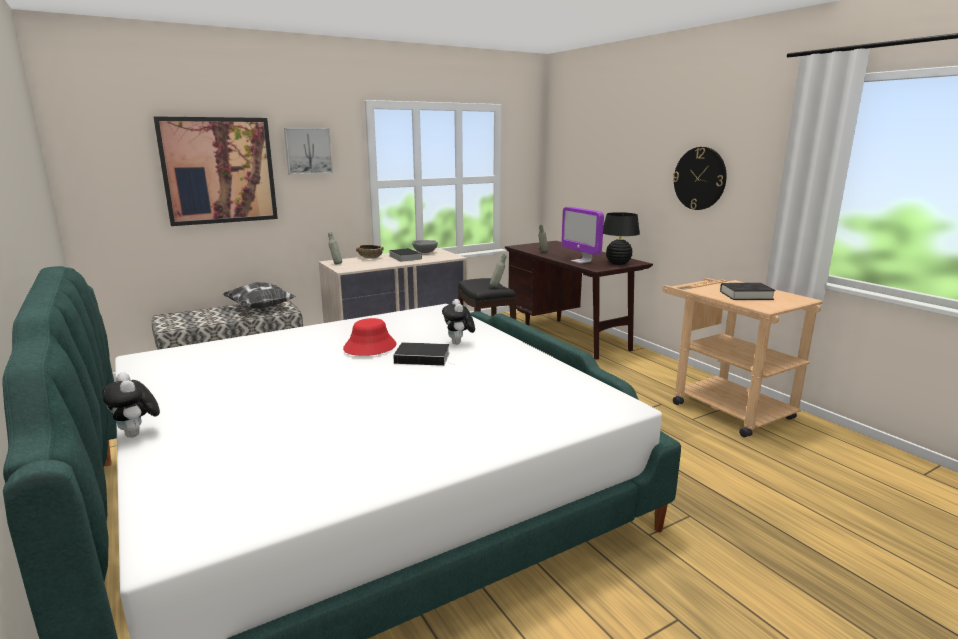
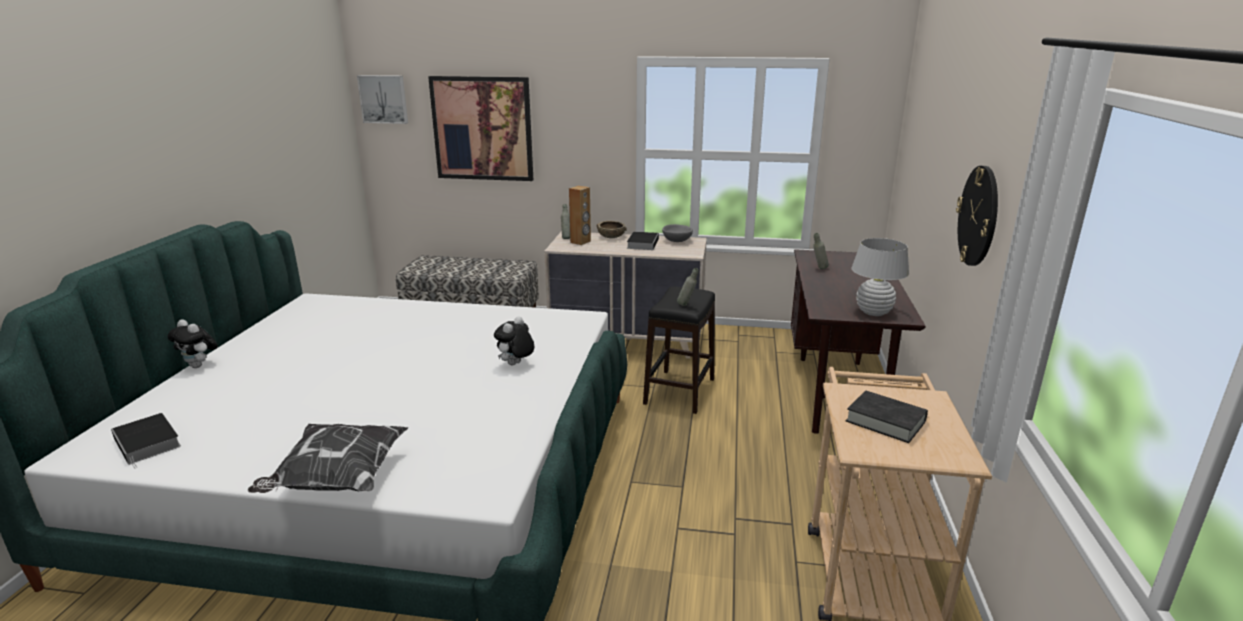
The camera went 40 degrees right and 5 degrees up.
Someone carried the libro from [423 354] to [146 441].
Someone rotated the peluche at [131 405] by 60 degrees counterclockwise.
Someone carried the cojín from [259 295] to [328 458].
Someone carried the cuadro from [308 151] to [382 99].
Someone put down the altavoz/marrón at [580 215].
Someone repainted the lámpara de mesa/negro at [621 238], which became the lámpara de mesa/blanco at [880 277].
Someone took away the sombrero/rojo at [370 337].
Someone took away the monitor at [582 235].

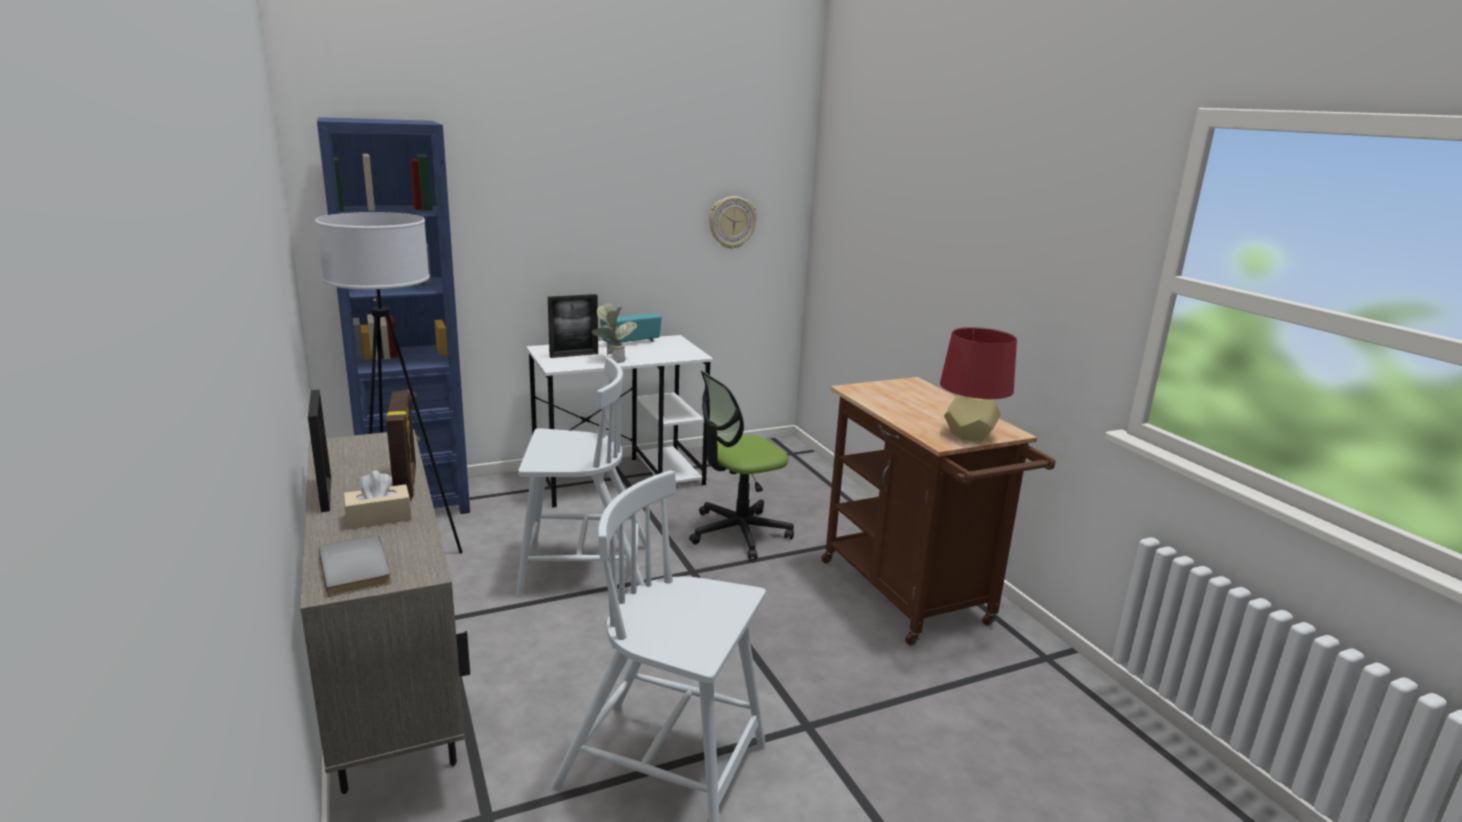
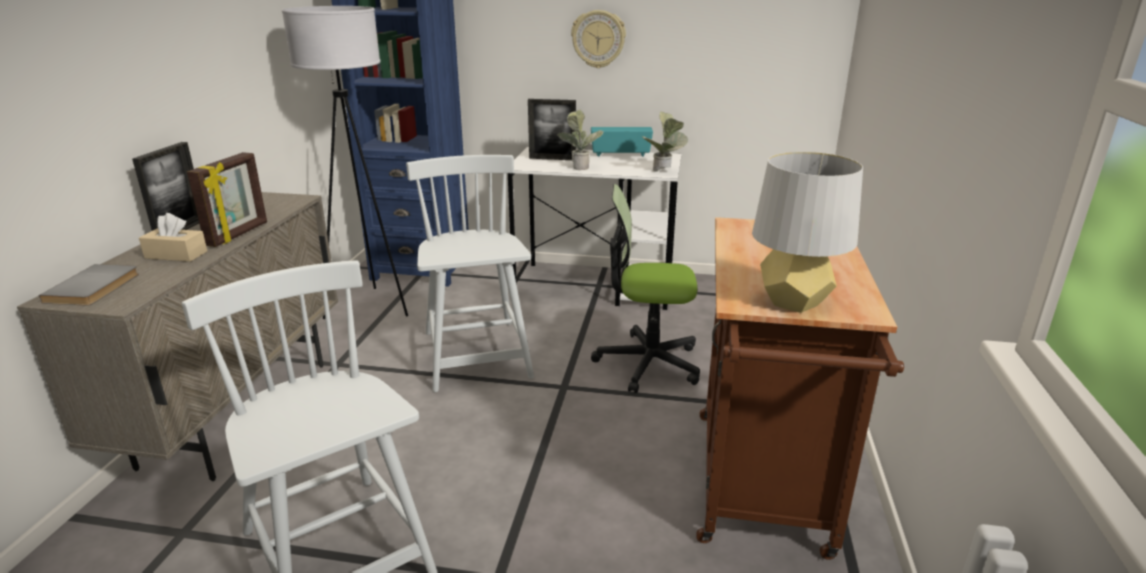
The camera went 35 degrees right and 5 degrees up.
Someone rotated the silla/blanco at [581 477] by 135 degrees counterclockwise.
Someone carried the reloj de pared from [733 222] to [598 39].
Someone put down the planta en maceta at [665 142].
Someone repainted the lámpara de mesa/rojo at [978 384], which became the lámpara de mesa/gris at [807 232].

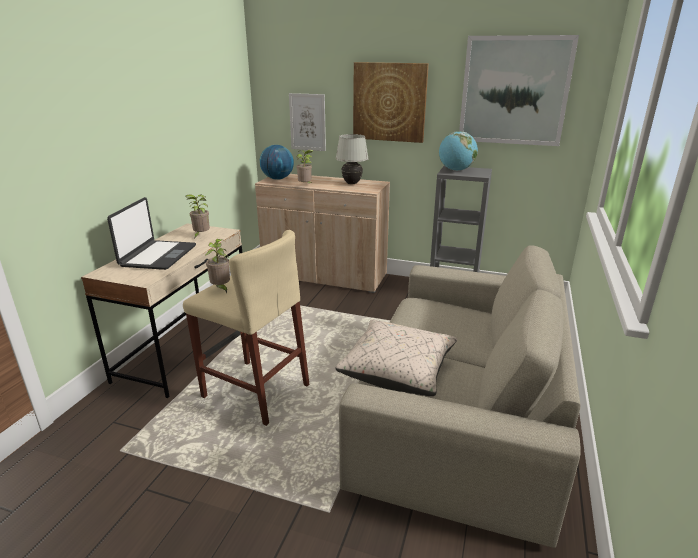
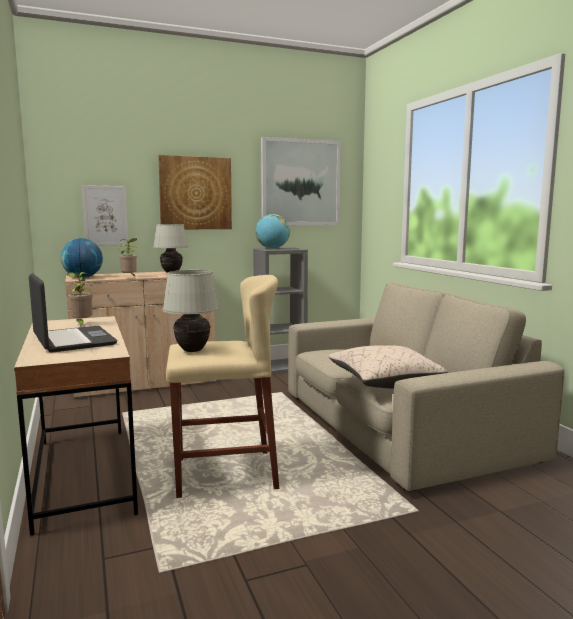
The camera went 40 degrees left and 15 degrees down.
Someone swapped the planta en maceta at [217 266] for the lámpara de mesa/blanco at [191 311].

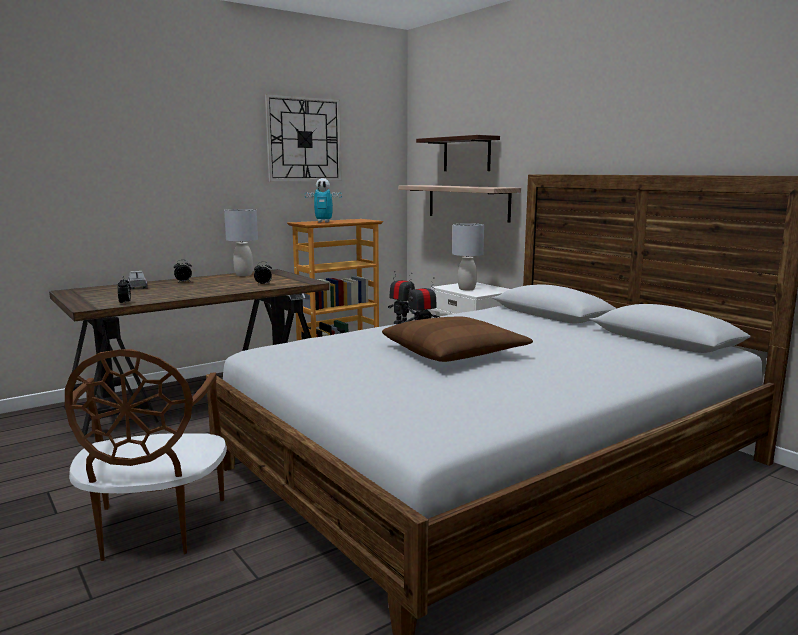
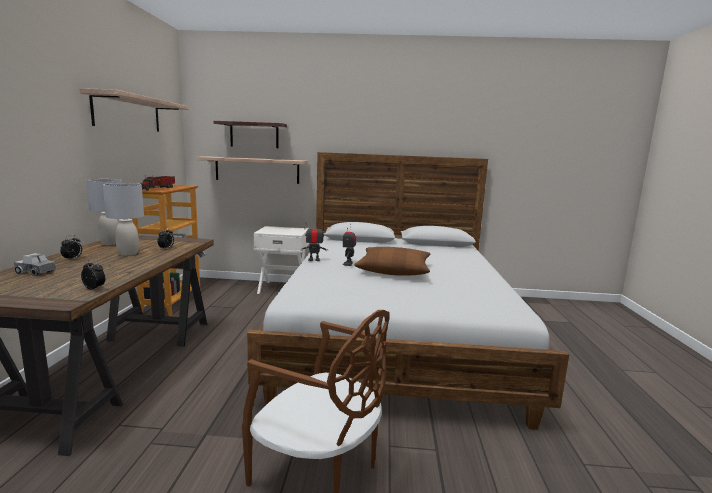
The camera went 50 degrees left and 0 degrees up.
Someone swapped the reloj de pared at [303 137] for the estante at [134 110].
Someone carried the lámpara de mesa/gris from [468 256] to [123 219].
Someone swapped the robot de juguete at [323 200] for the camión de juguete at [157 182].

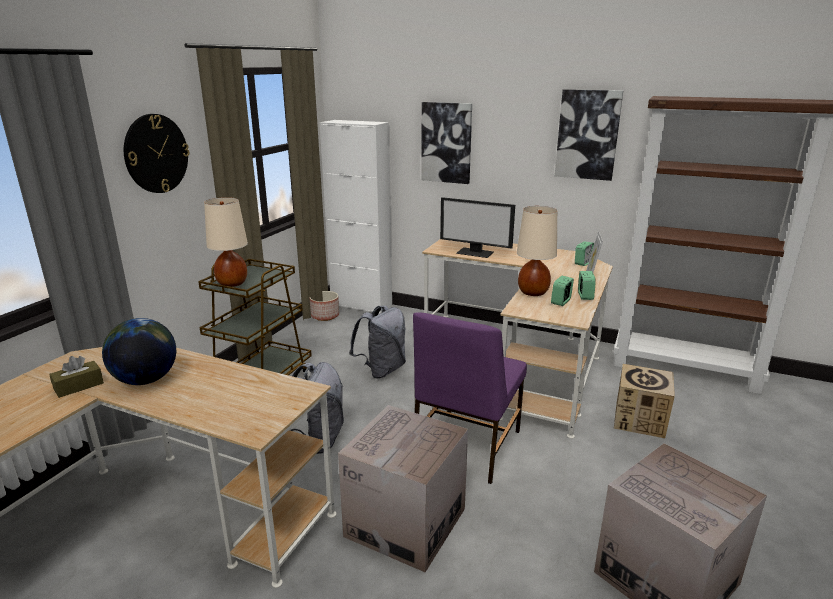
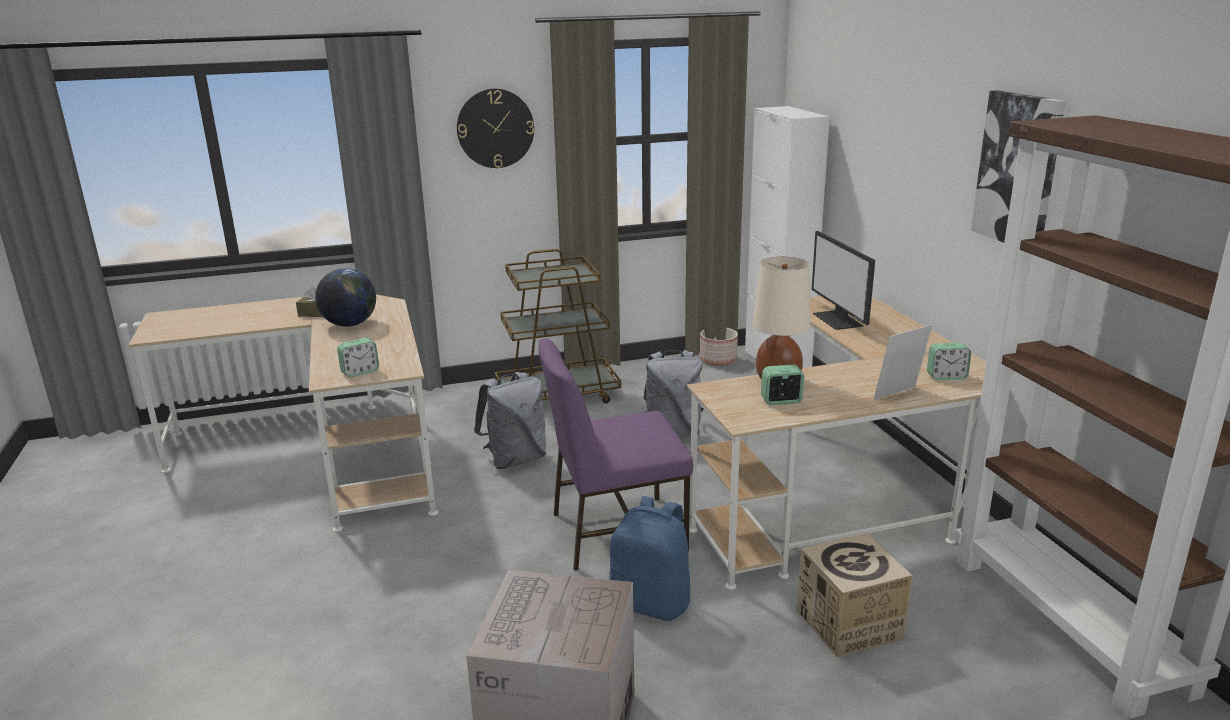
The camera went 50 degrees right and 0 degrees up.
Someone carried the despertador from [587 285] to [358 357].
Someone put down the mochila/azul at [649 558].
Someone took away the lámpara de mesa/beis at [226 242].
Someone took away the caja de cartón at [403 488].
Someone took away the cuadro at [446 143].

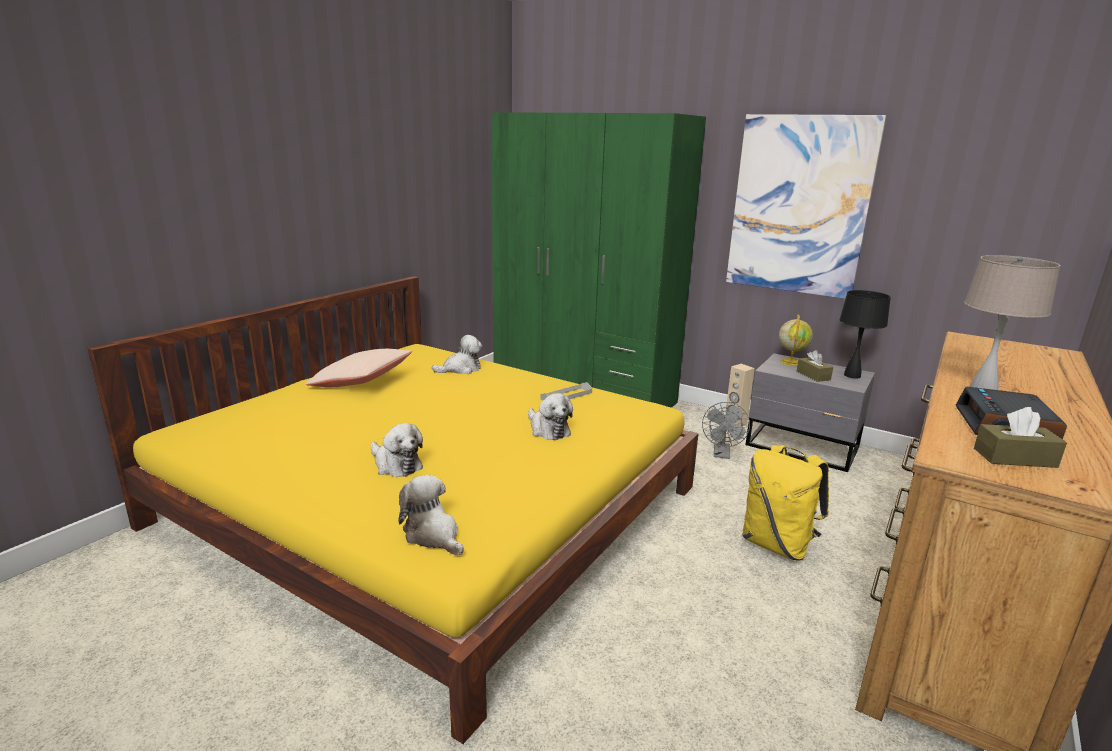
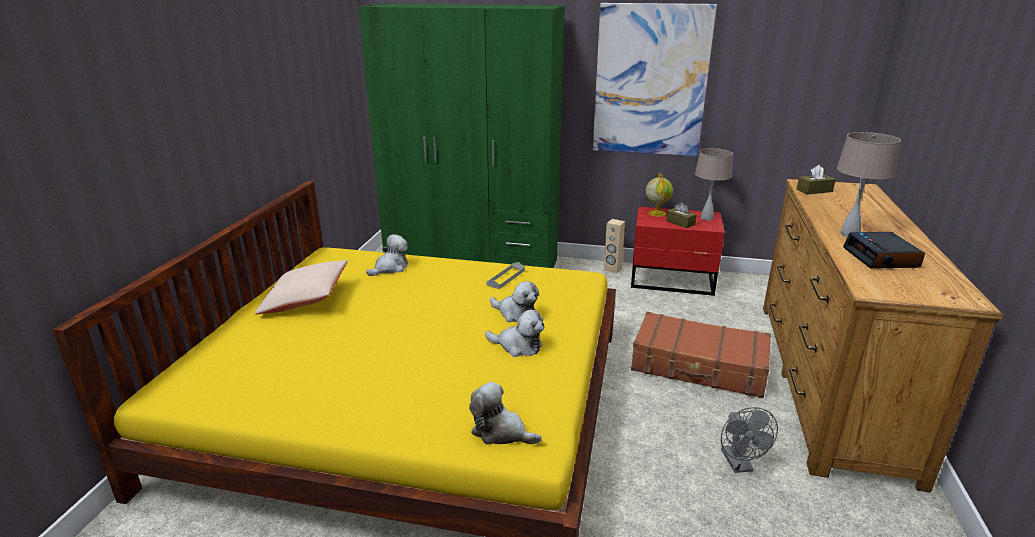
The camera went 20 degrees left and 5 degrees up.
Someone carried the peluche from [397 450] to [514 333].
Someone repainted the mesita de noche/gris at [810 412], which became the mesita de noche/rojo at [678 251].
Someone swapped the mochila/amarillo at [785 502] for the maleta/marrón at [701 355].
Someone repainted the lámpara de mesa/negro at [865 334], which became the lámpara de mesa/beis at [714 184].
Someone carried the ventilador/gris from [726 430] to [749 440].
Someone carried the caja de pañuelos/marrón from [1020 437] to [816 180].

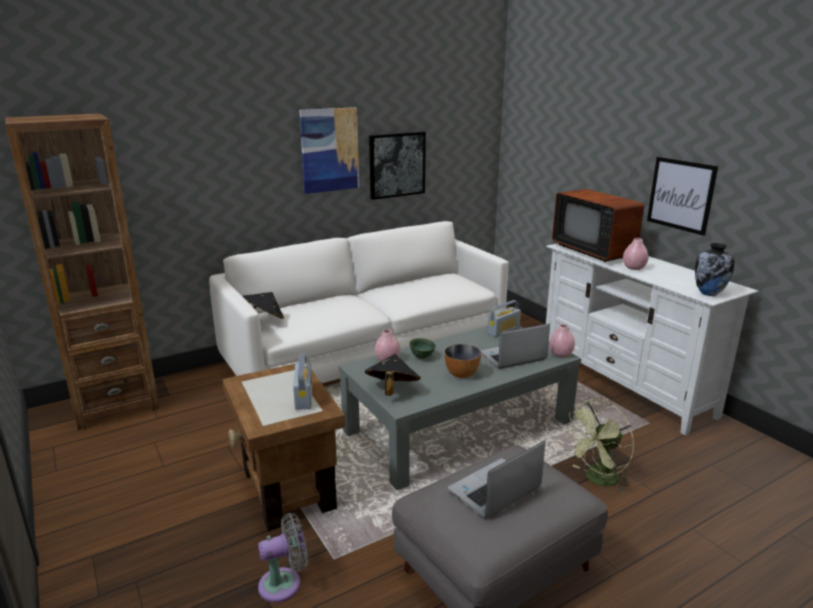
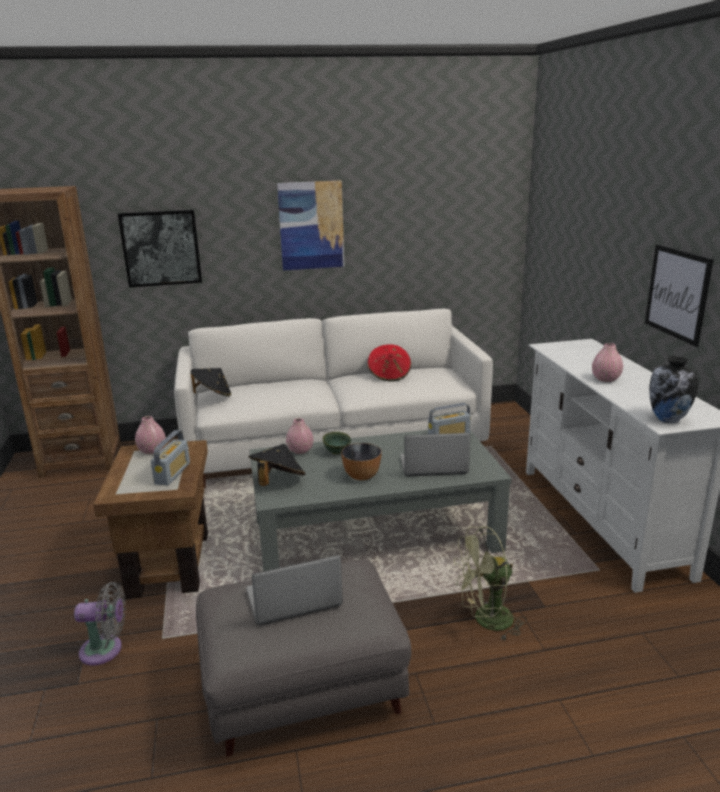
The camera went 20 degrees right and 0 degrees up.
Someone carried the cuadro from [397 166] to [160 248].
Someone carried the florero/rosa from [562 340] to [150 435].
Someone put down the sombrero/rojo at [389 363].
Someone took away the televisor at [598 214].

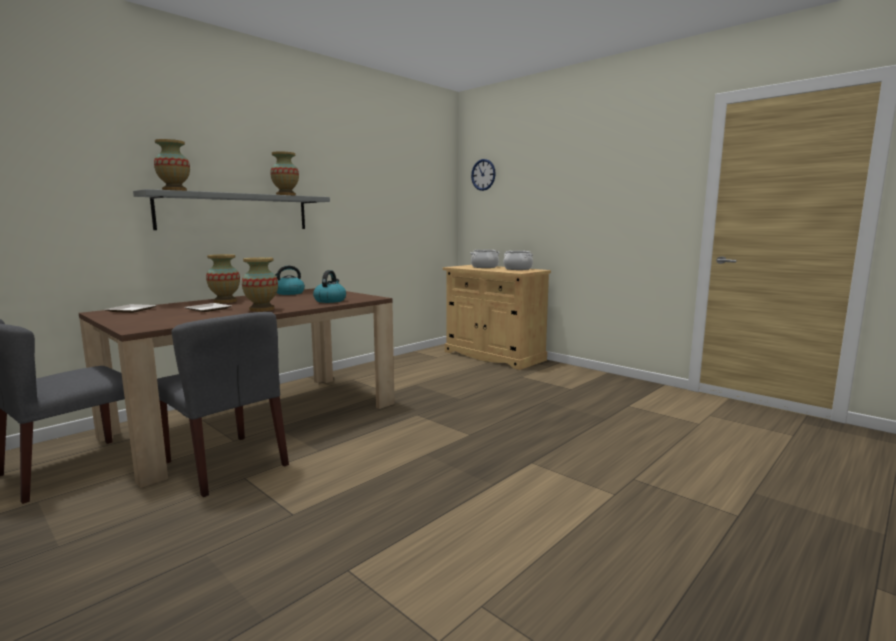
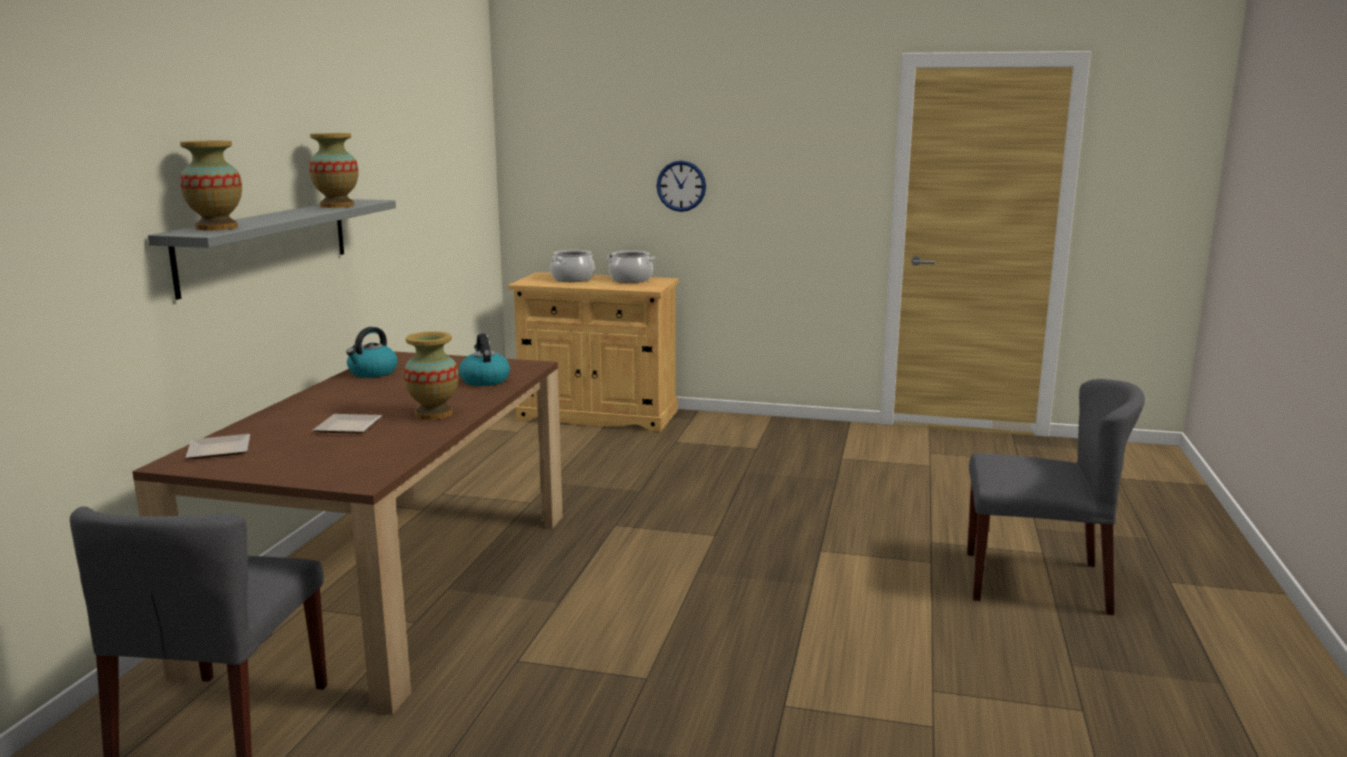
The camera went 30 degrees left and 5 degrees up.
Someone carried the reloj de pared from [483 175] to [681 186].
Someone carried the silla/gris from [223 404] to [1056 497].
Someone took away the florero at [223 278].

